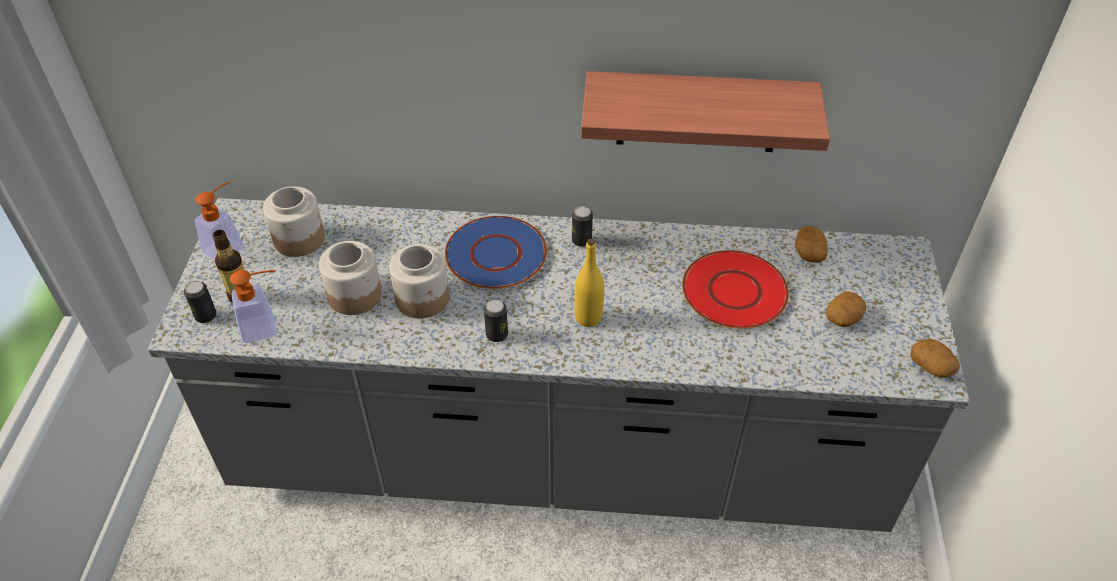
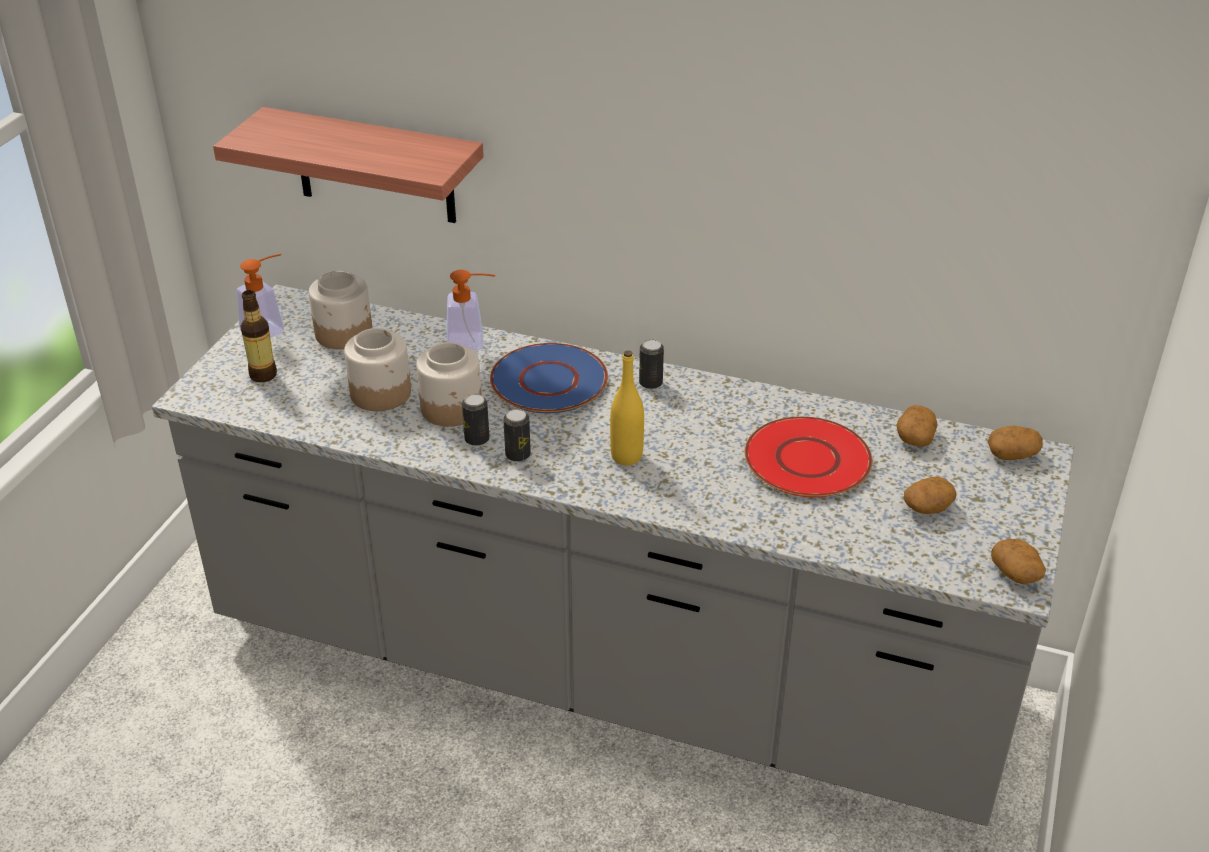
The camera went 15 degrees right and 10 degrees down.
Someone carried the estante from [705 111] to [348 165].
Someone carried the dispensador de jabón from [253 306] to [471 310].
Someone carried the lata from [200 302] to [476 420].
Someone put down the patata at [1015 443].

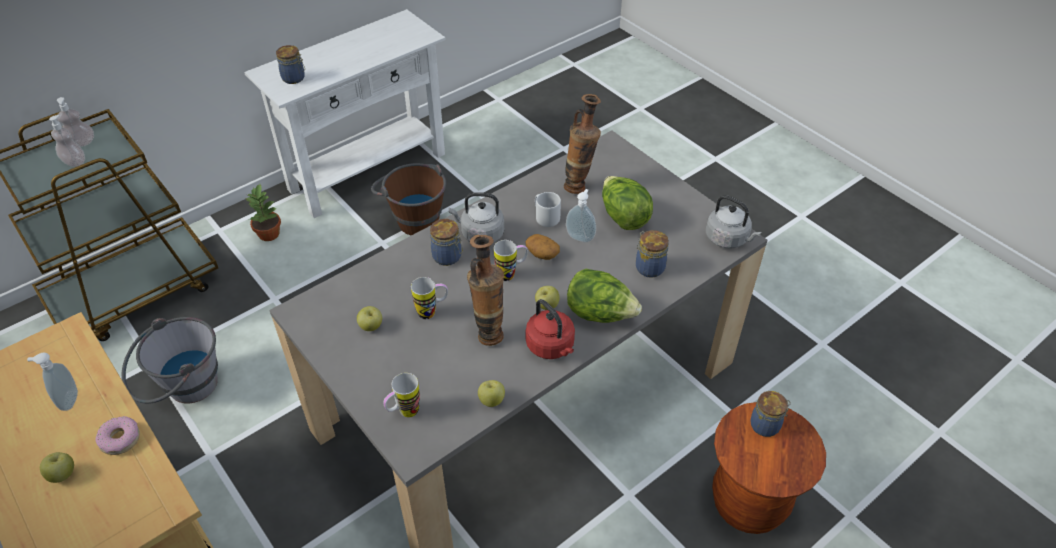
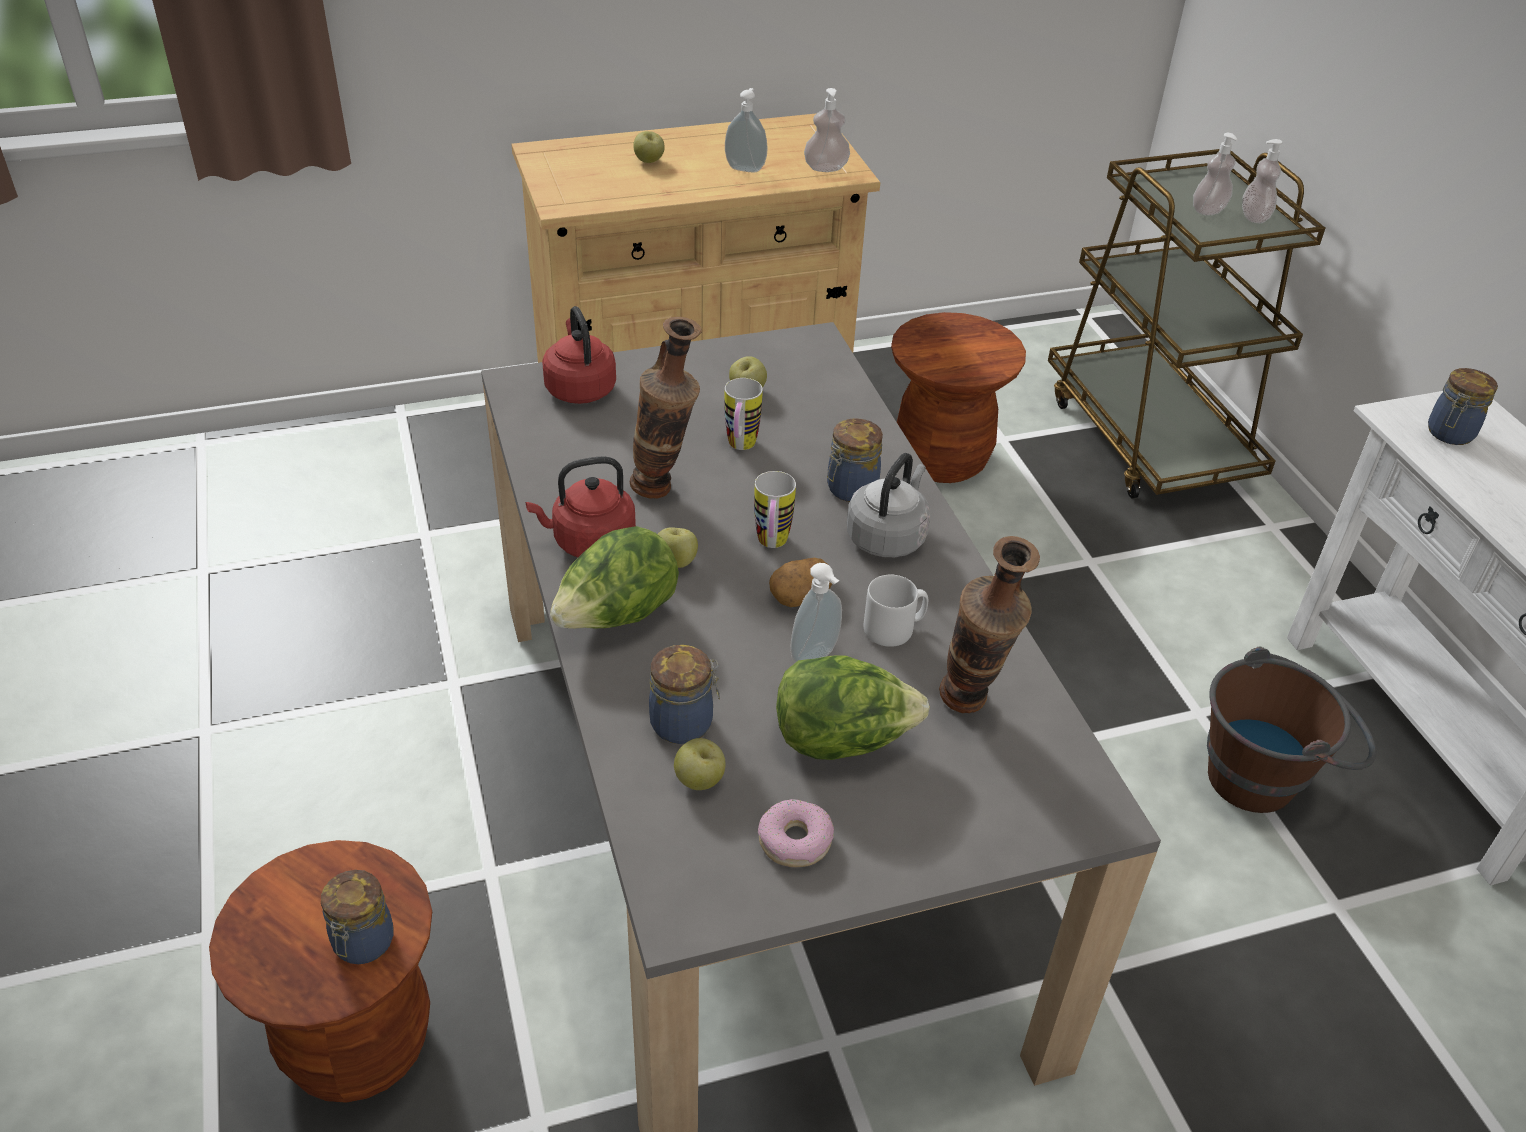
The camera went 110 degrees right and 5 degrees down.
Someone swapped the taza grande at [401 395] for the hervidor/rojo at [579 355].
Someone carried the manzana from [491 393] to [699 764].
Someone carried the rosquilla from [117 435] to [796 833].
Someone put down the dispensador de jabón at [827 130].
Someone swapped the cubo/gris at [169 360] for the taburete/marrón at [958 397].
Someone took away the planta en maceta at [263 212].
Someone took away the hervidor/gris at [733 222].

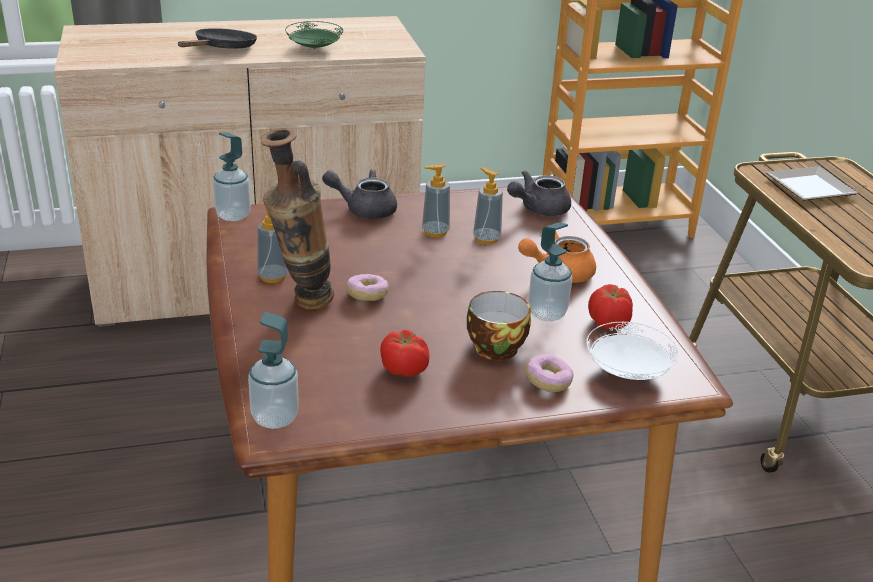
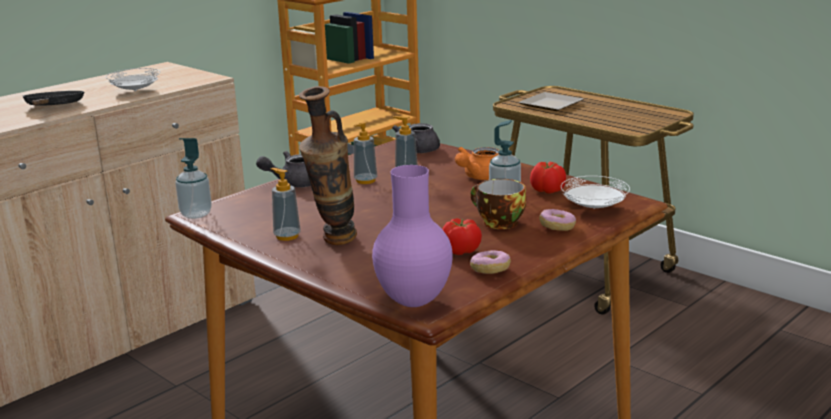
The camera went 30 degrees left and 10 degrees down.
Someone repainted the plato/verde at [314 35], which became the plato/blanco at [133 80].
Someone swapped the dispensador de jabón at [273 370] for the florero/morado at [412 236].
Someone carried the rosquilla from [367 287] to [490 262].

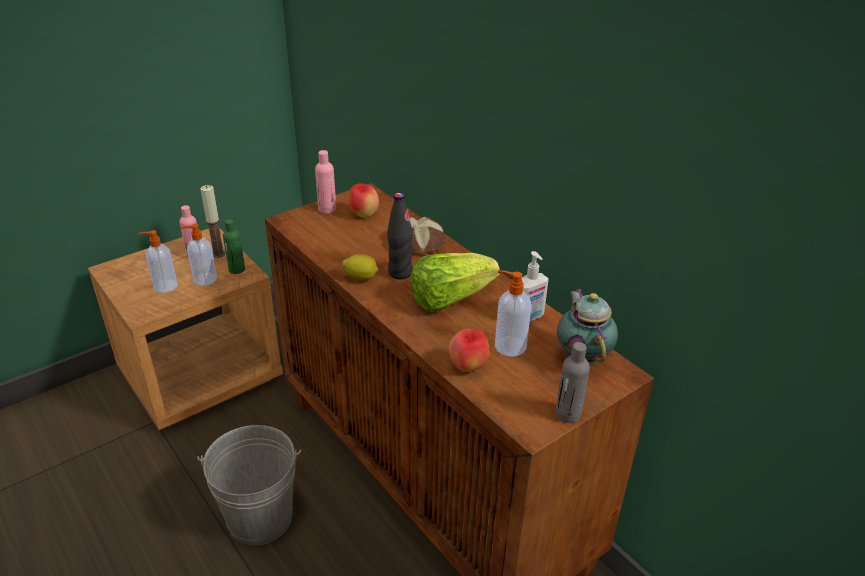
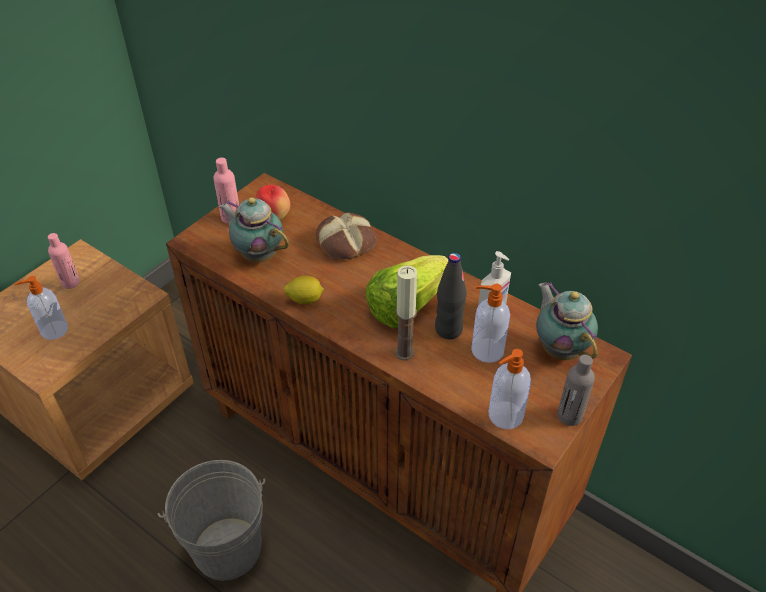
The camera went 15 degrees left and 10 degrees up.
Someone put down the tetera at [254 229].
Someone carried the vela from [212 221] to [406 312].
Someone carried the botella/negro from [400 236] to [451 296].
Someone carried the dispensador de jabón from [198 255] to [509 389].
Someone took away the botella/verde at [234 246].
Someone took away the manzana at [469 350].

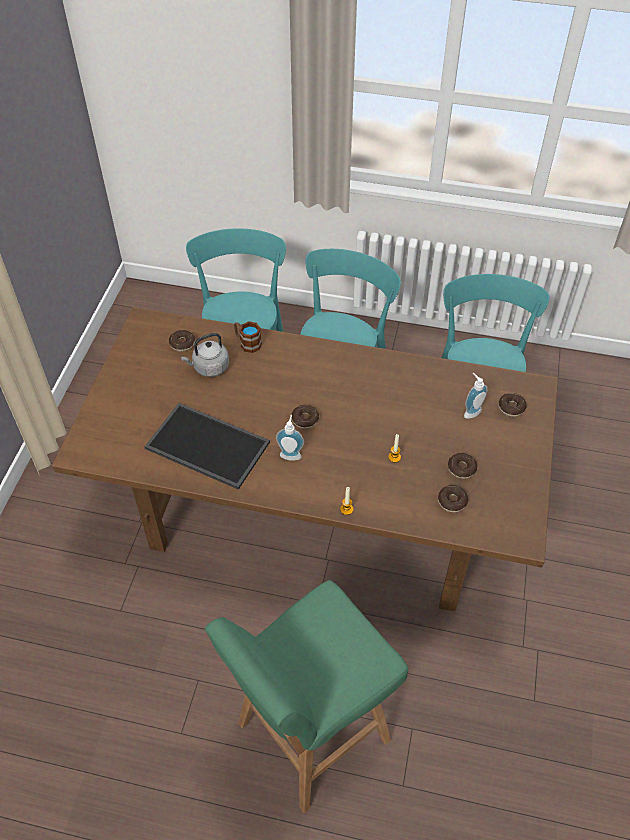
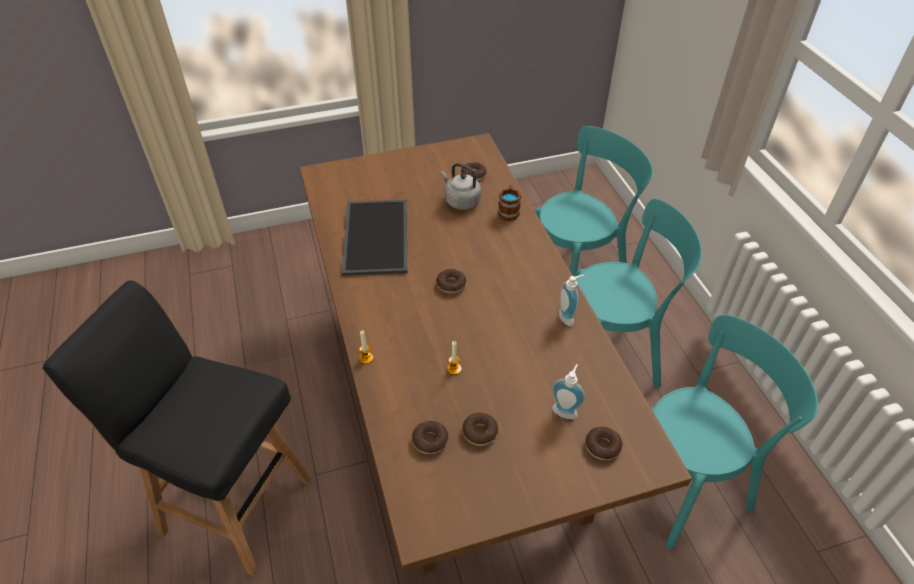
The camera went 60 degrees right and 5 degrees down.
Someone repainted the taburete/verde at [306 696], which became the taburete/negro at [177 428].
Someone carried the dispensador de jabón from [290 438] to [571 300].

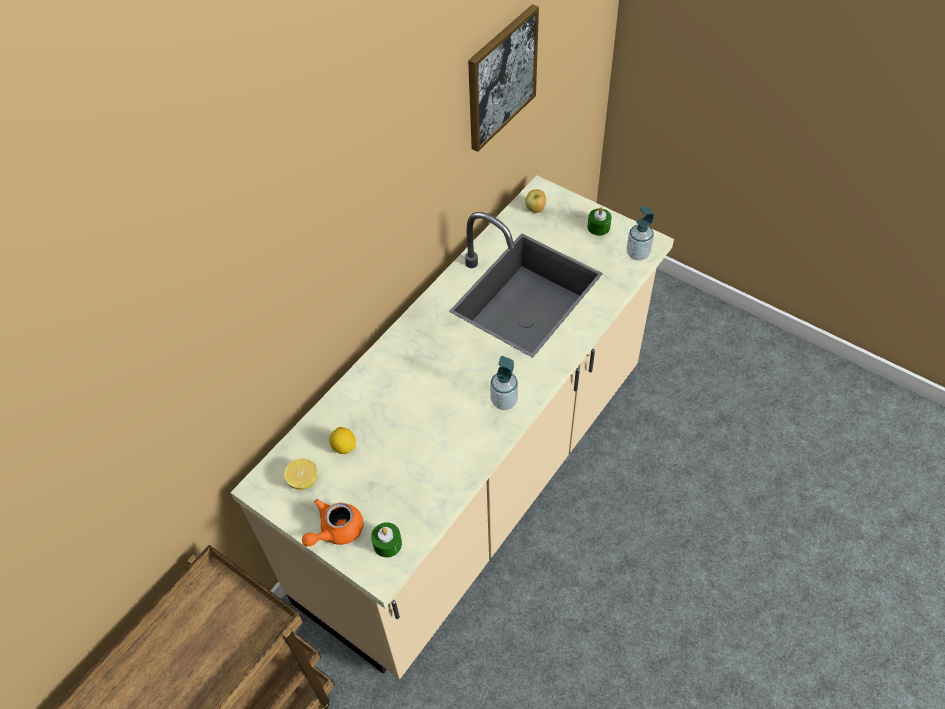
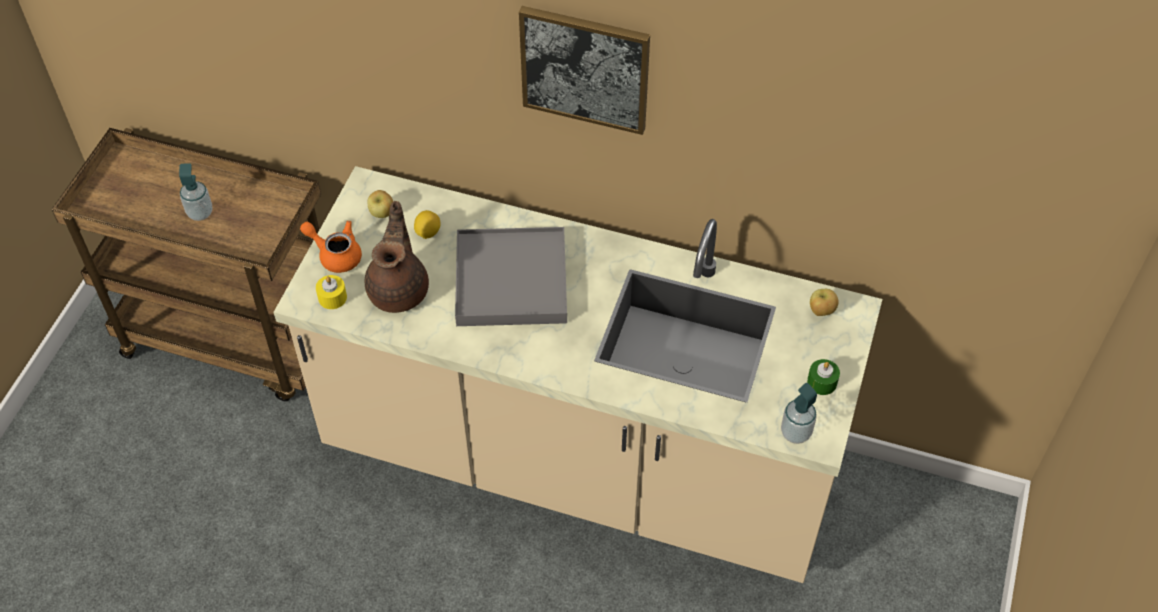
The camera went 70 degrees right and 0 degrees up.
Someone carried the dispensador de jabón from [504 383] to [196 192].
Someone repainted the vela/verde at [386 539], which became the vela/amarillo at [331 292].
Someone put down the tetera/marrón at [397 257].
Someone swapped the limón at [301 474] for the manzana at [380 204].
Someone put down the bandeja/gris at [511 276].
Someone carried the cuadro from [503 78] to [584 70].

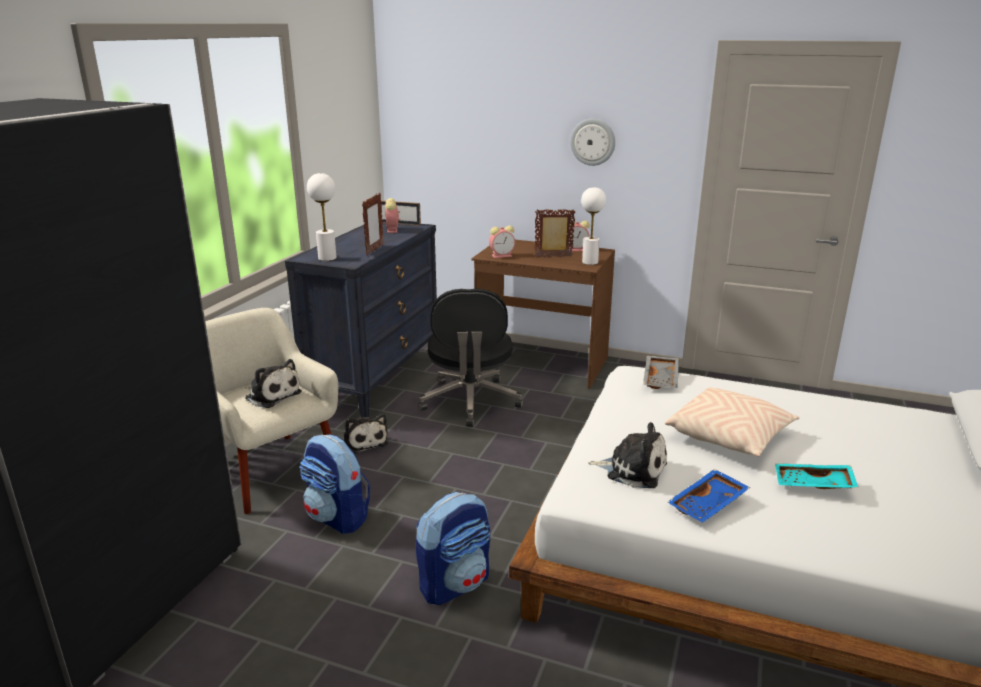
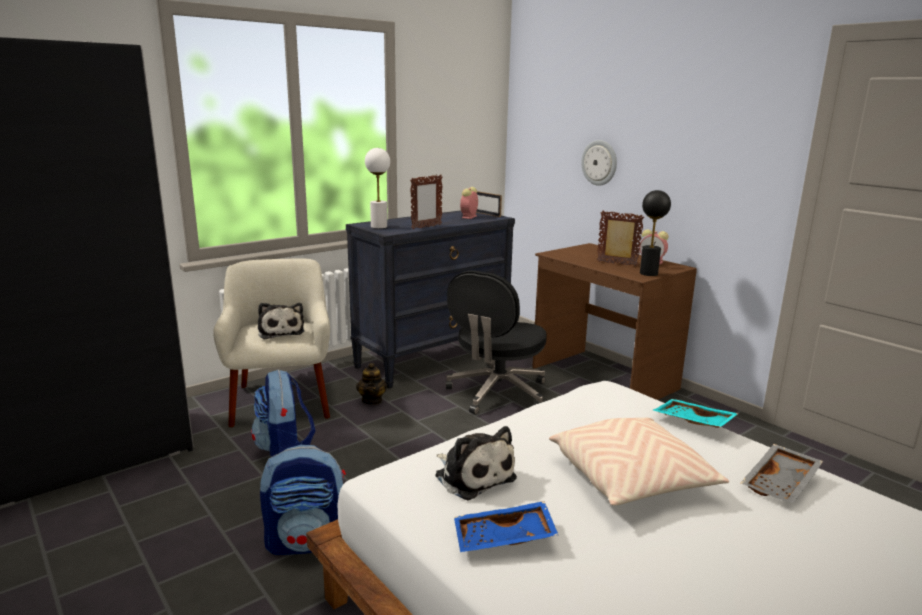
The camera went 30 degrees right and 5 degrees down.
Someone swapped the peluche at [365 434] for the tetera at [371 384].
Someone carried the reloj de pared from [592 142] to [599 163].
Someone repainted the lámpara de mesa/blanco at [593 226], which became the lámpara de mesa/negro at [655 233].
Someone carried the bandeja/turquesa from [816 476] to [696 413].
Someone carried the bandeja/gris from [661 372] to [782 473].
Someone took away the despertador at [502 242].

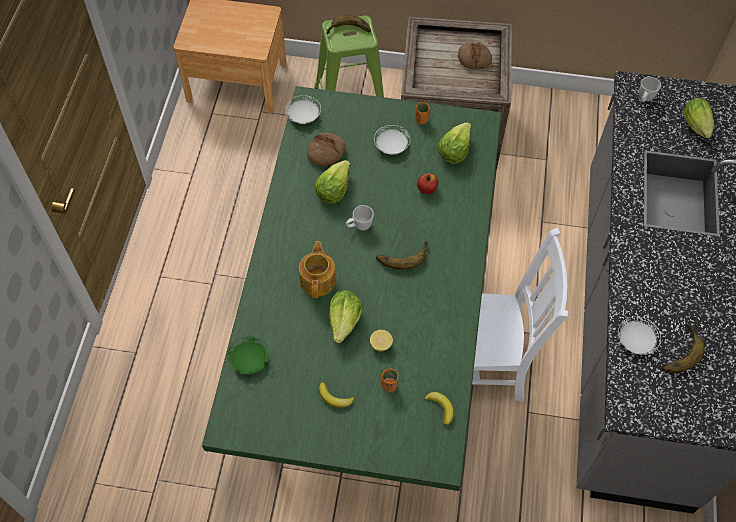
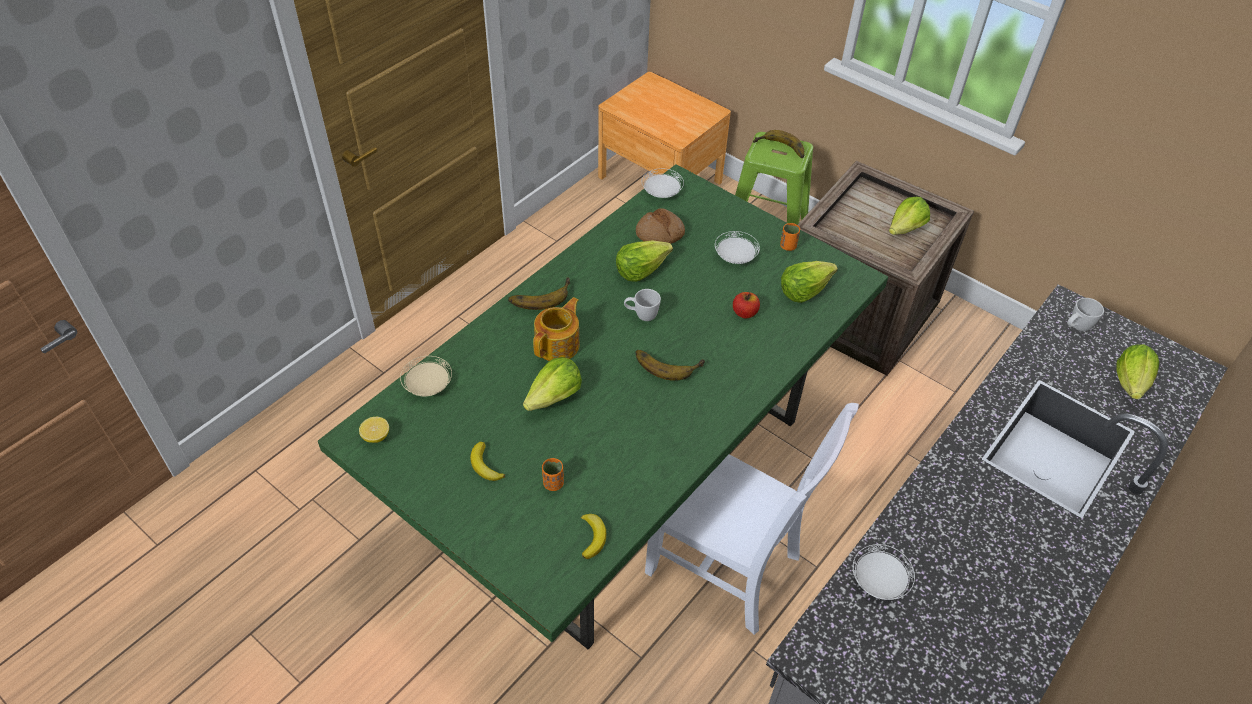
The camera went 30 degrees right and 10 degrees down.
Someone carried the limón from [381 340] to [374 430].
Someone repainted the plato/verde at [248 355], which became the plato/beis at [426 376].
Someone carried the plátano from [683 348] to [539 293].
Someone swapped the pan at [475 56] for the lechuga at [909 216].

